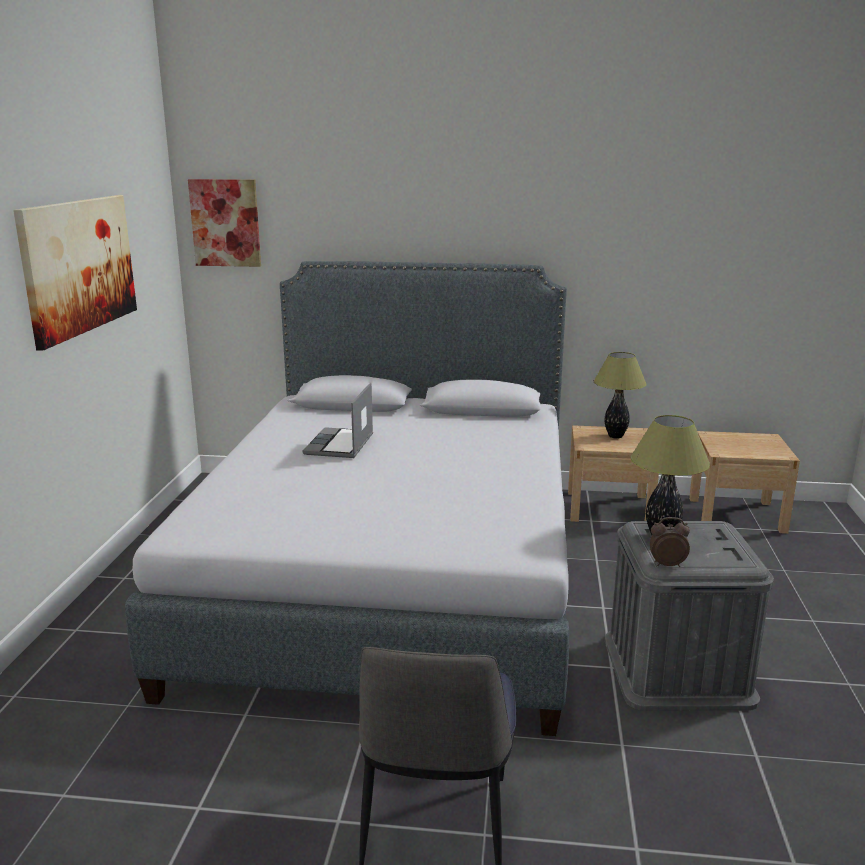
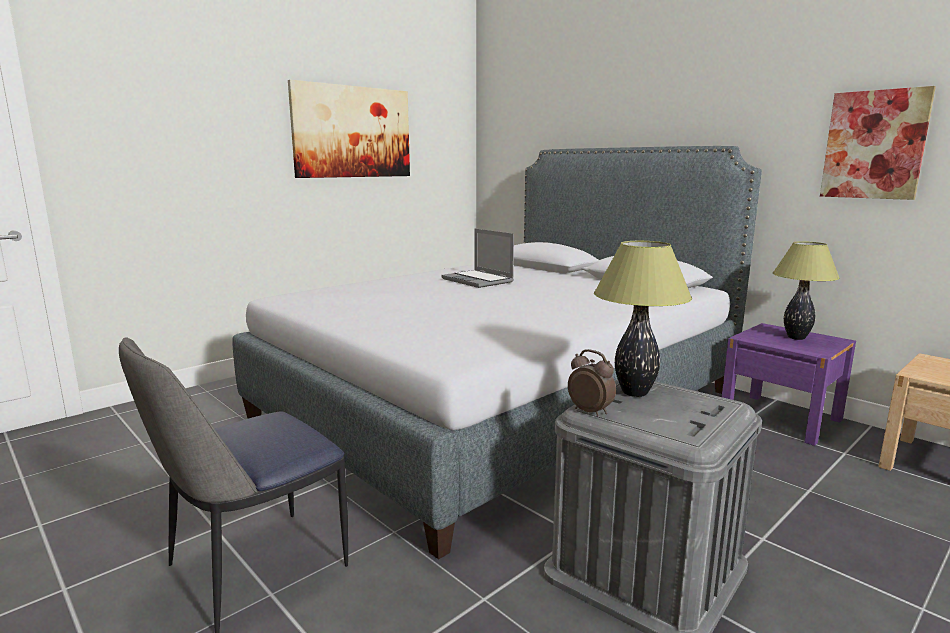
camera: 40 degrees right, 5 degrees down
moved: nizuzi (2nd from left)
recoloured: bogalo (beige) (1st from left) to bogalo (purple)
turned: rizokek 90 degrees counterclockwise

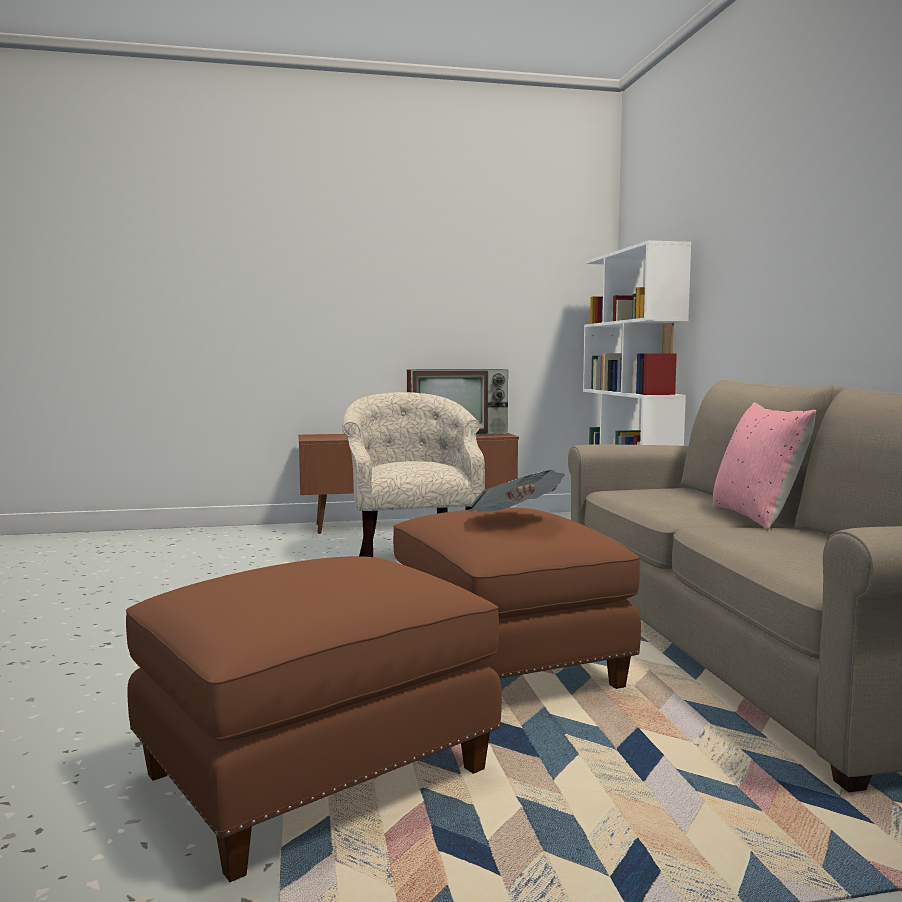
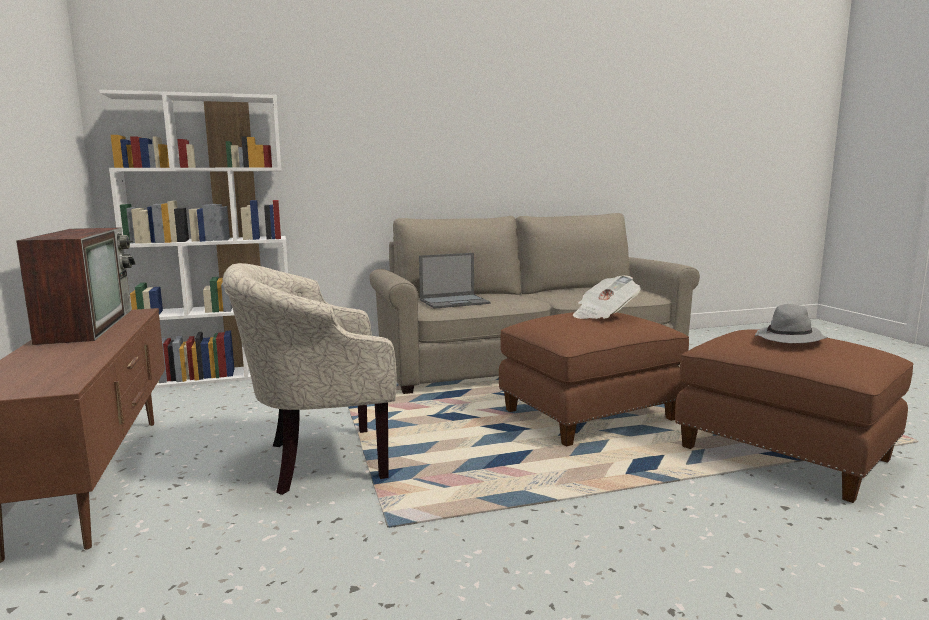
camera: 95 degrees left, 5 degrees up
removed: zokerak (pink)
added: rizokek; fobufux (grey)

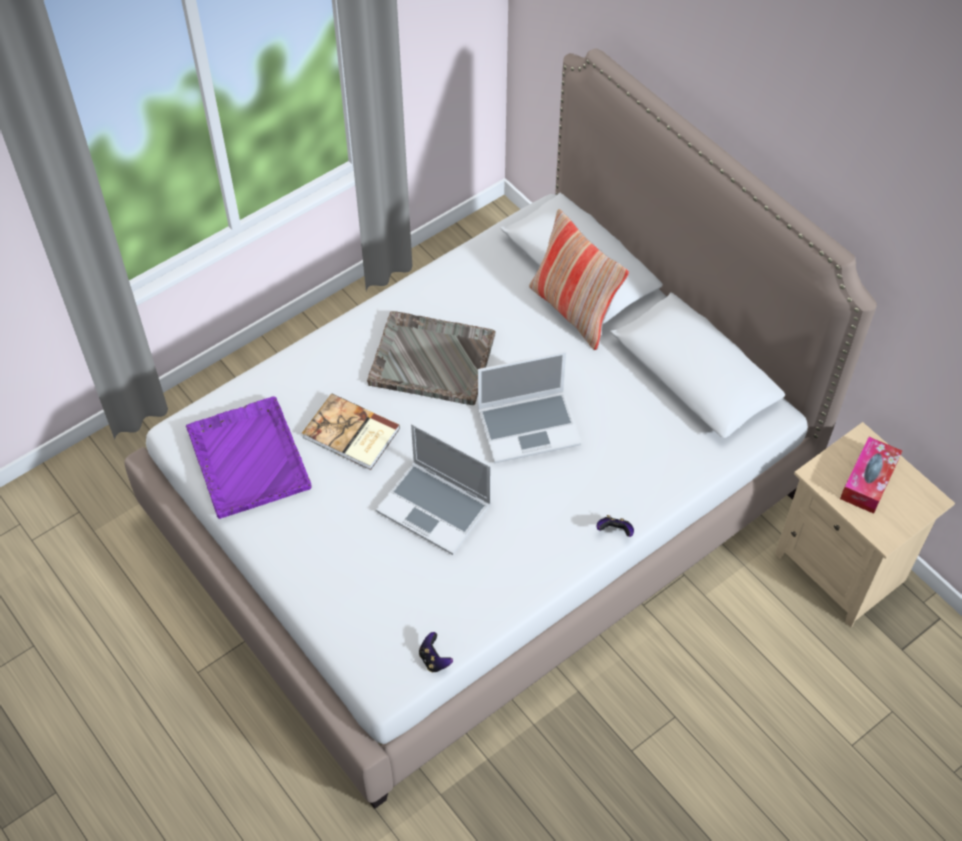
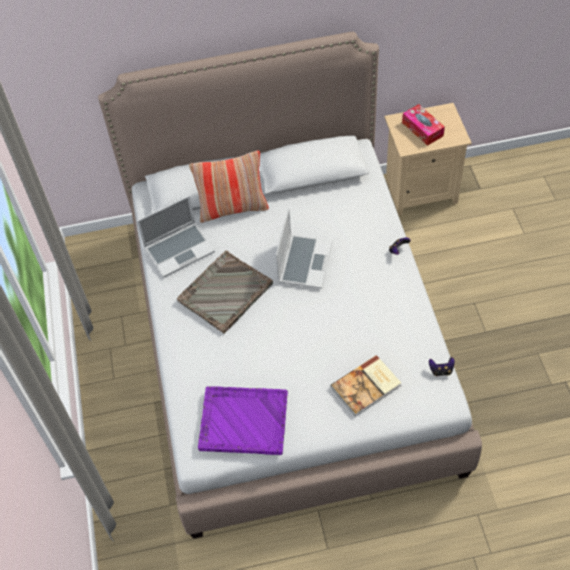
camera: 60 degrees left, 0 degrees up
moved: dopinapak; rizokek (1st from left)

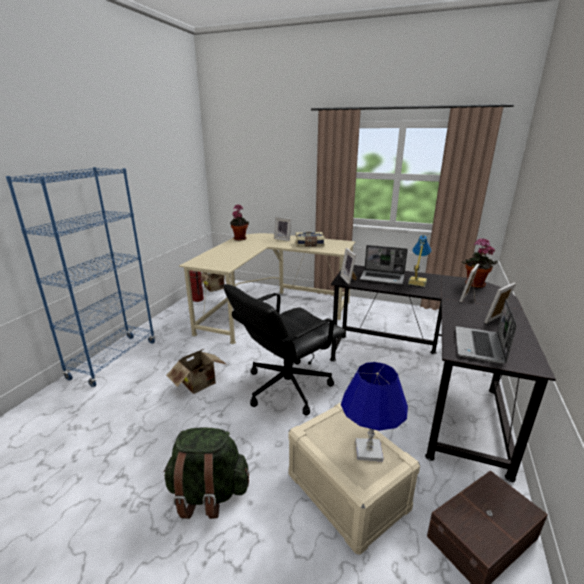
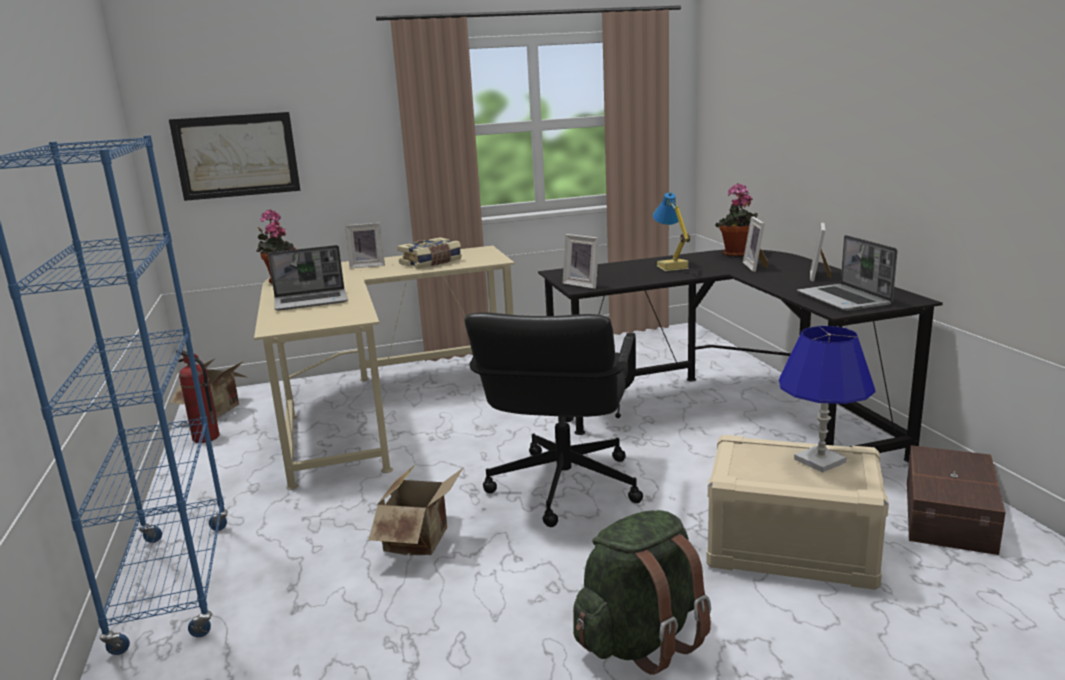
camera: 35 degrees left, 5 degrees down
added: nizuzi
moved: rizokek (1st from left)

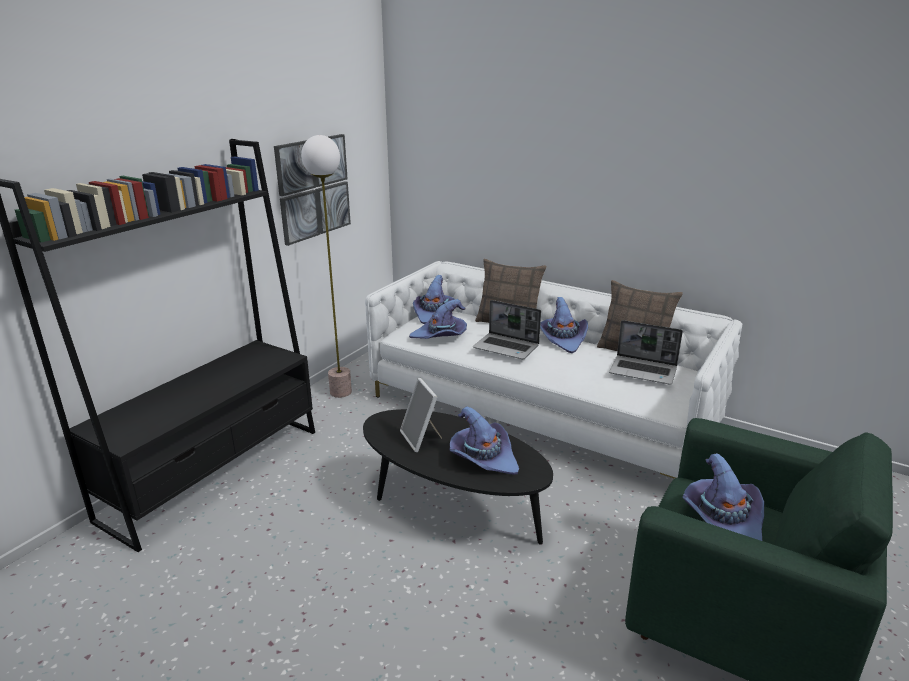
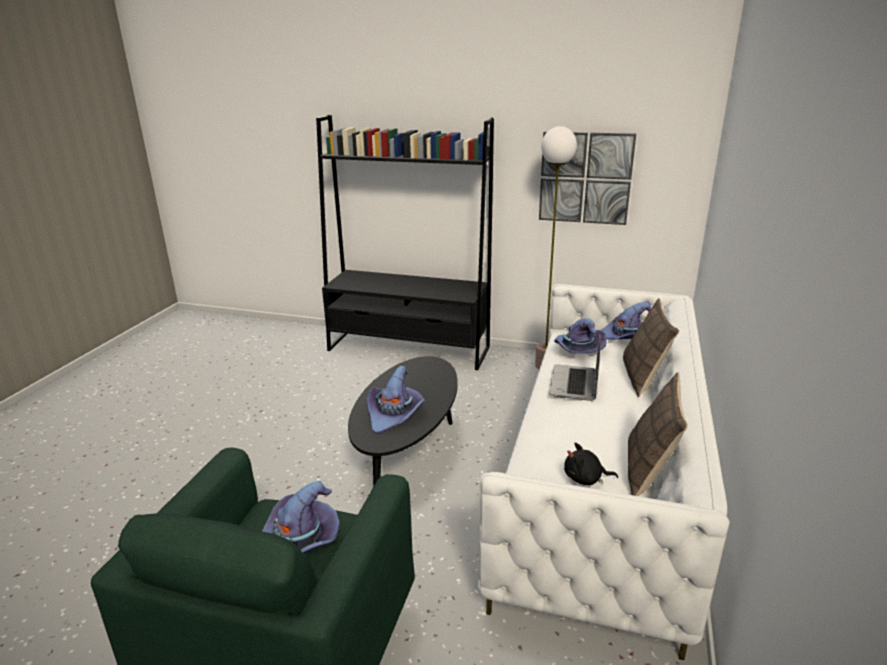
camera: 75 degrees right, 0 degrees up
removed: fobufux (purple) (4th from left); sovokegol
replaced: rizokek (2nd from left) to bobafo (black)

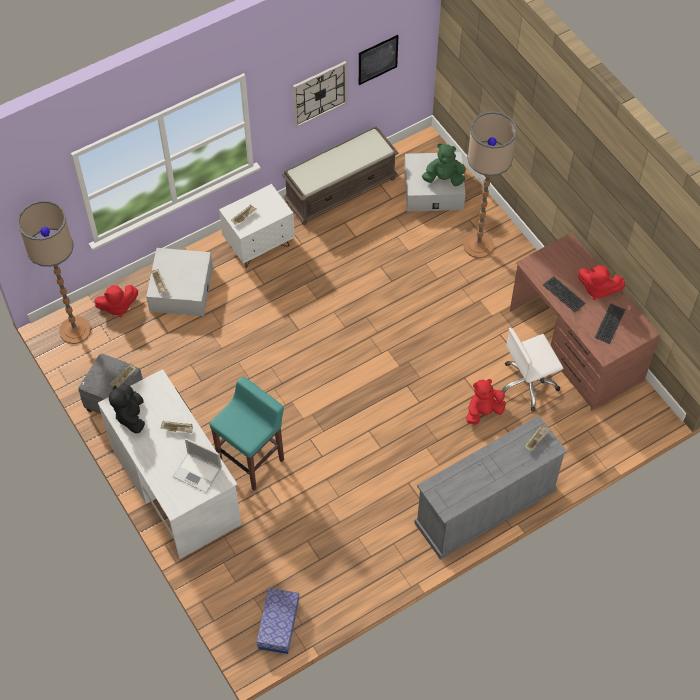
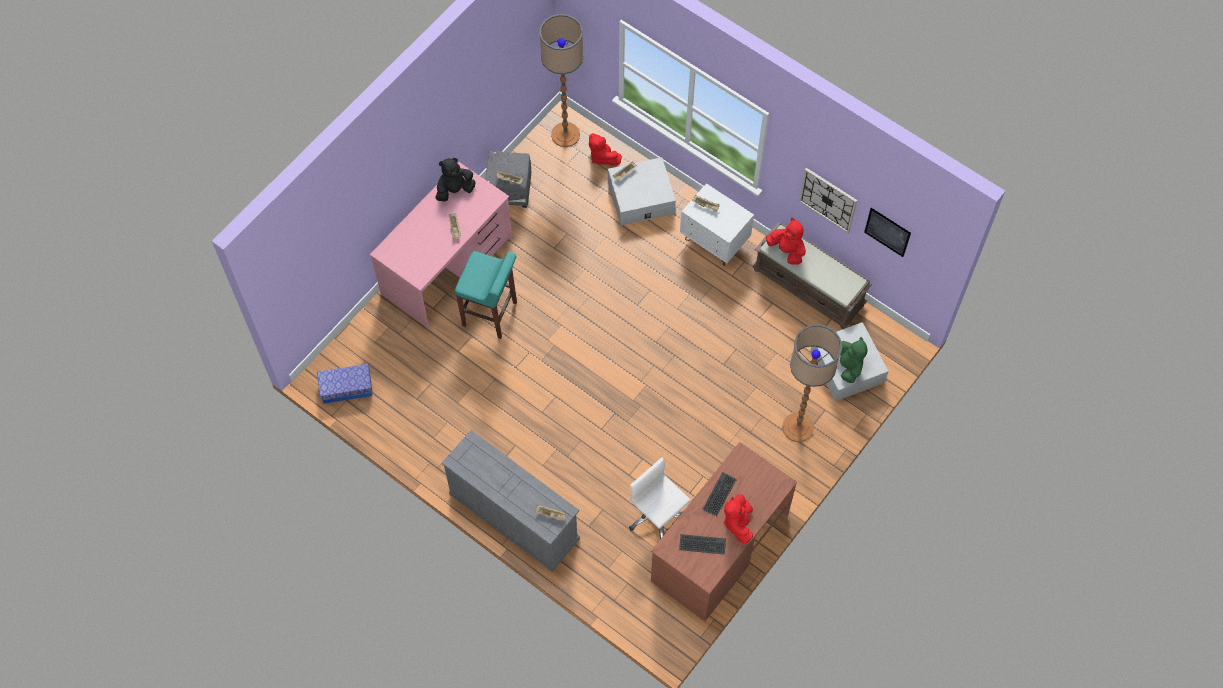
camera: 70 degrees right, 5 degrees up
removed: rizokek
moved: bobafo (red) (2nd from left in the first image) to bobafo (red) (3rd from left)
recoloured: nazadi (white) to nazadi (pink)

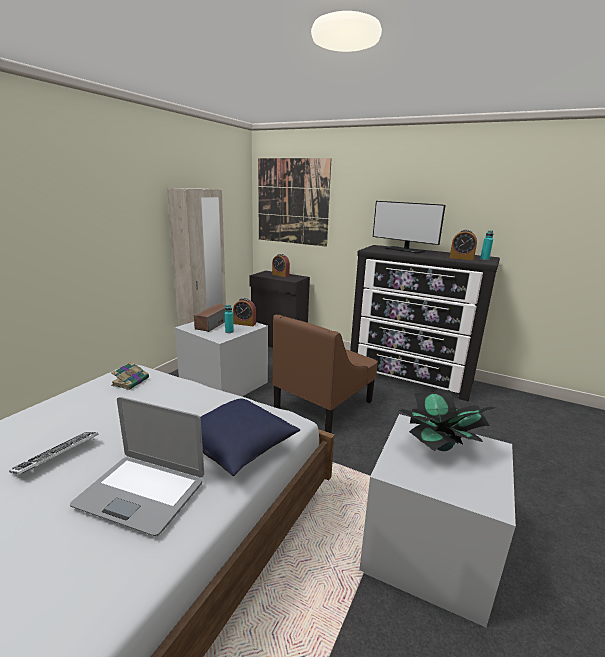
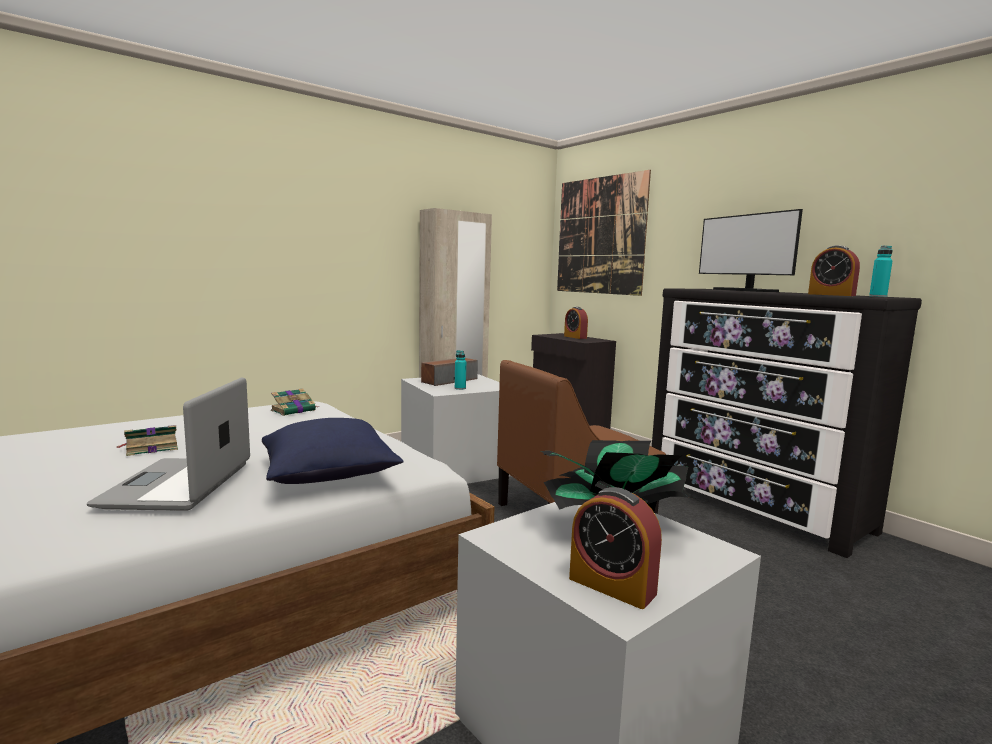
camera: 25 degrees right, 10 degrees down
moved: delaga (1st from left in the first image) to delaga (2nd from left)
replaced: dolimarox to dopinapak (1st from left)
turned: rizokek 45 degrees clockwise

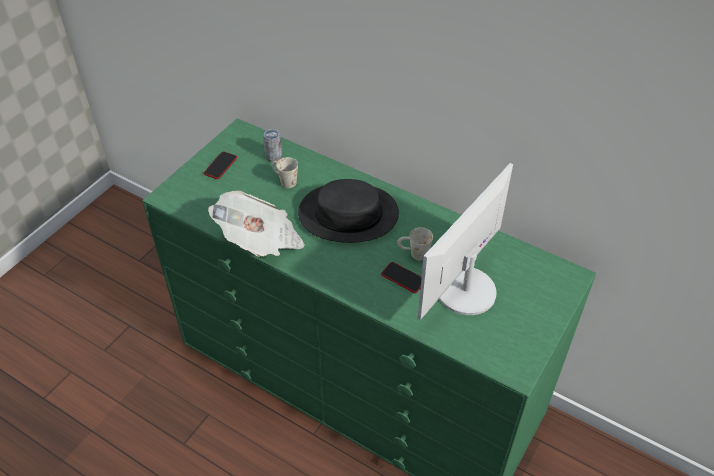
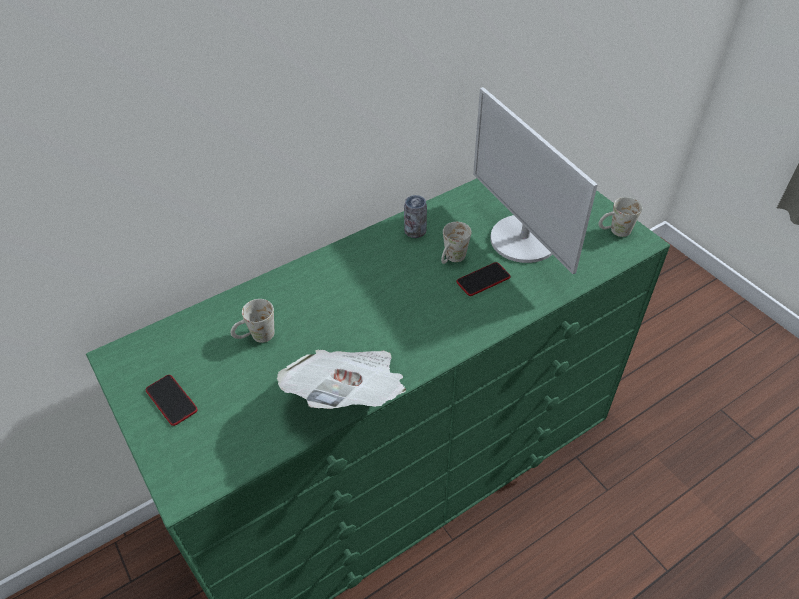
camera: 65 degrees left, 0 degrees up
removed: fobufux (black)
added: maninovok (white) (3rd from left)
moved: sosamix

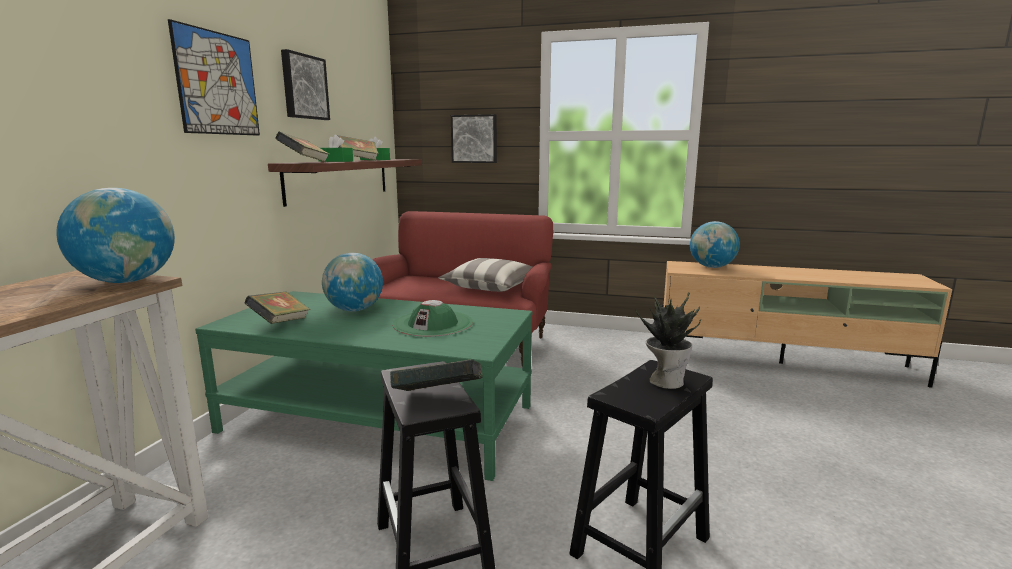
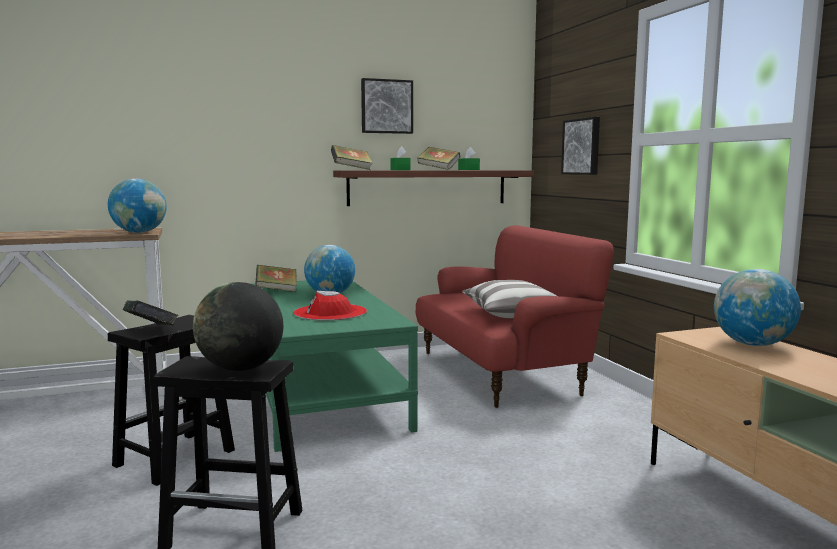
camera: 55 degrees right, 5 degrees down
removed: nizuzi (1st from left)
replaced: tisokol to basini (2nd from left)
recoloured: fobufux (green) to fobufux (red)

